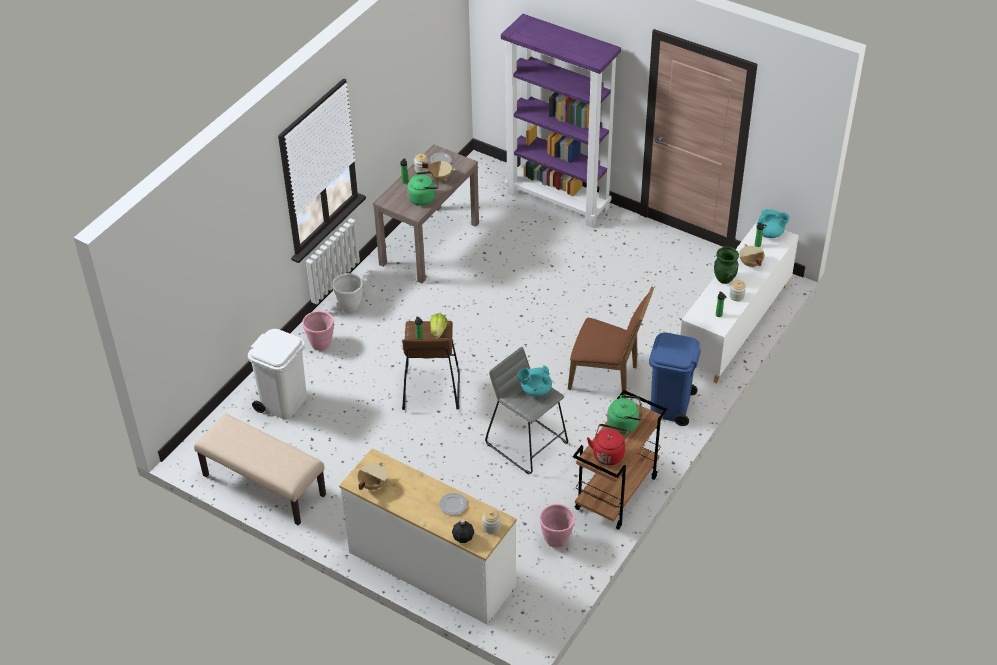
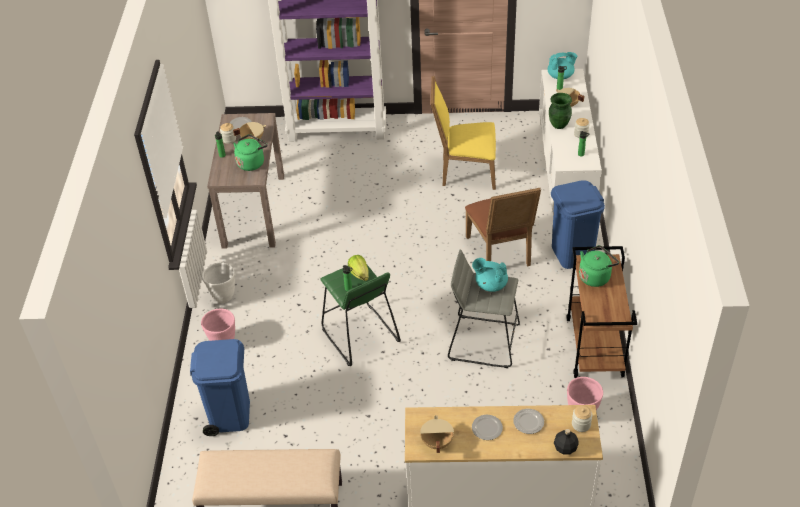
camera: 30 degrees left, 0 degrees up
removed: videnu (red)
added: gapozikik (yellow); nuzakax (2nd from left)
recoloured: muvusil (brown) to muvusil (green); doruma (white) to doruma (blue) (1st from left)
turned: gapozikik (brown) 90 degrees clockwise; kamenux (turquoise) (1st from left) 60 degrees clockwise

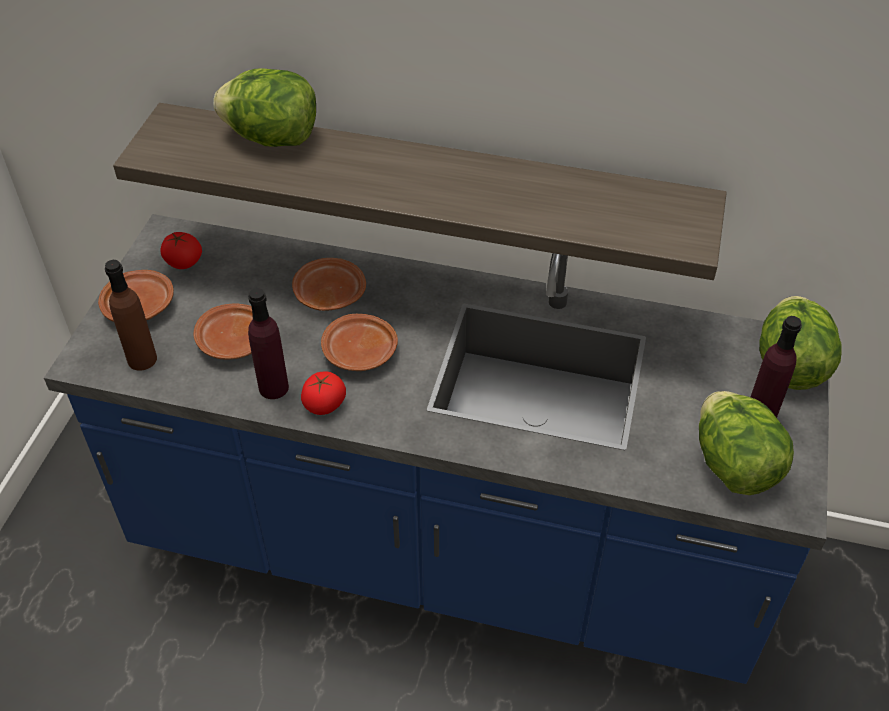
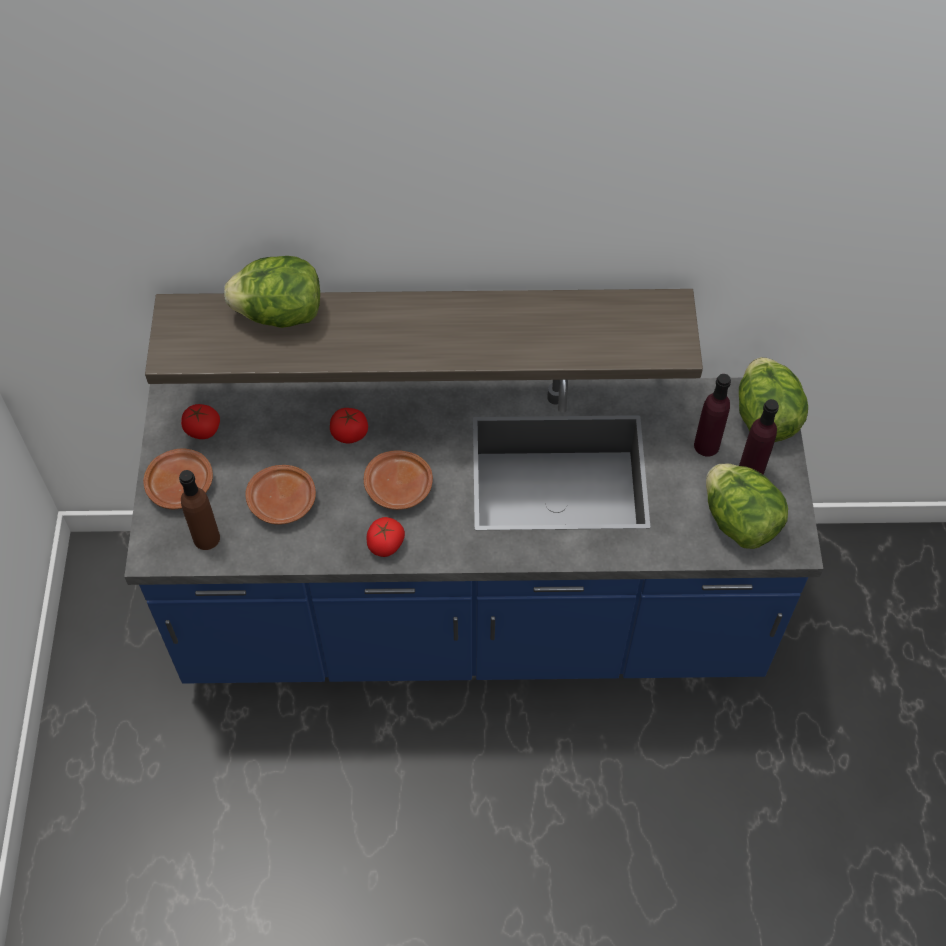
camera: 15 degrees left, 10 degrees up
moved: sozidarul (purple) (1st from left)
replaced: nuzakax (brown) (3rd from left) to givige (2nd from left)

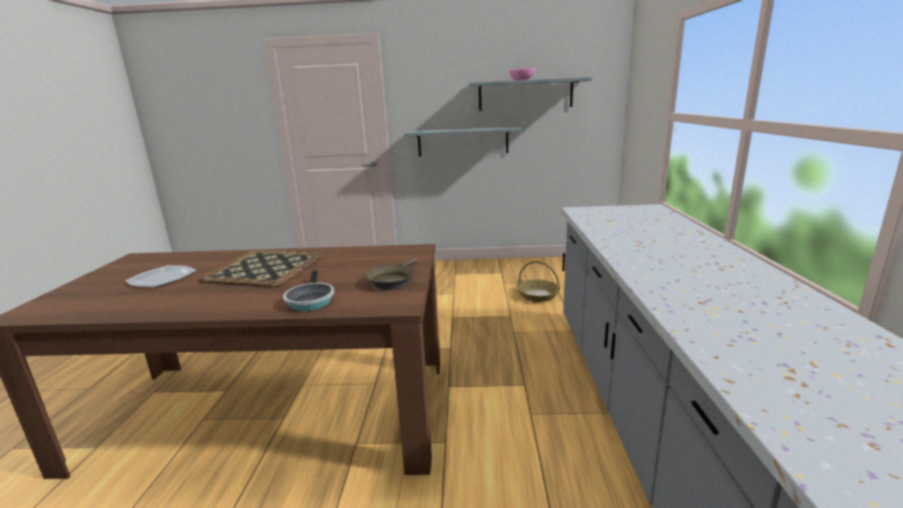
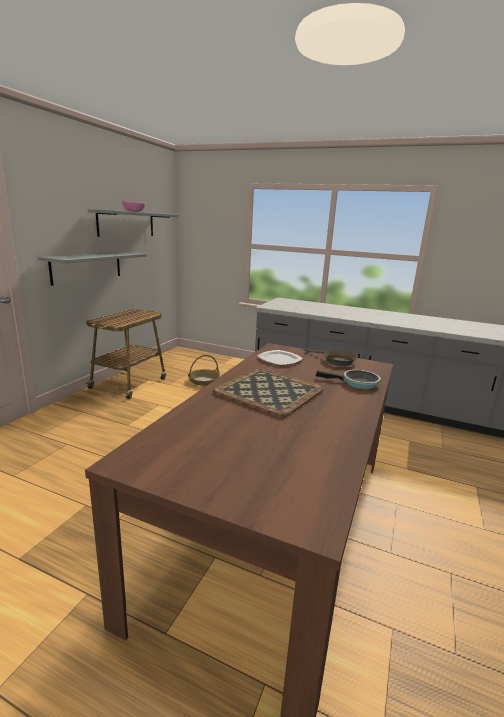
camera: 70 degrees left, 0 degrees up
added: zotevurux
moved: nuzakax

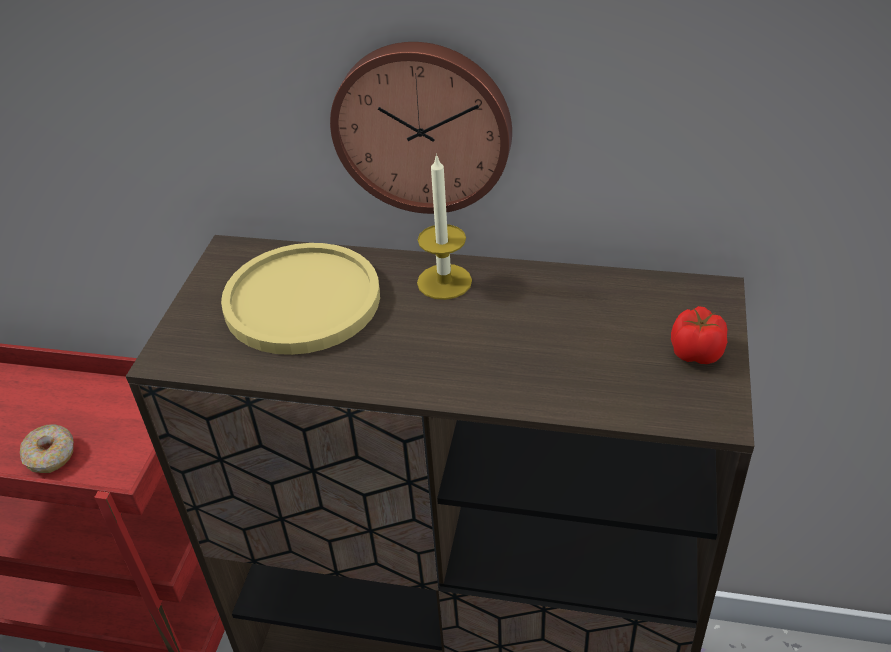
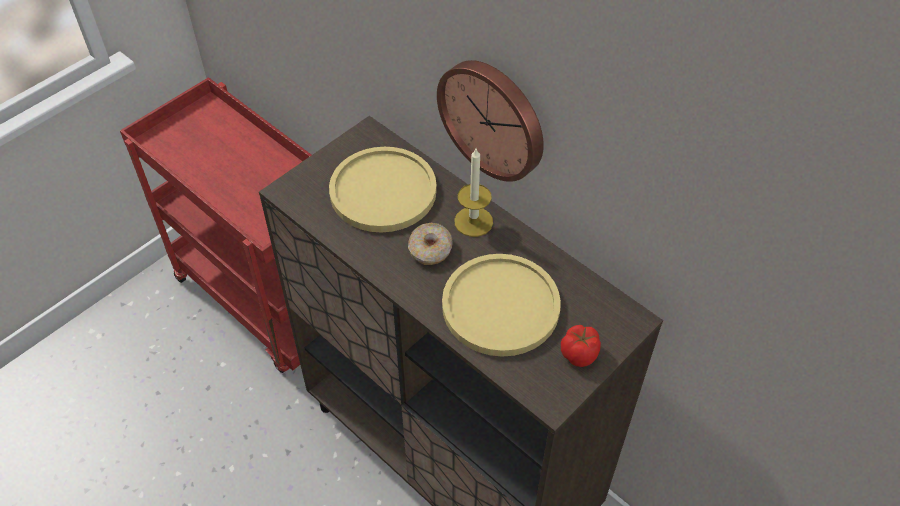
camera: 30 degrees right, 10 degrees up
added: nuzakax (yellow) (2nd from left)
moved: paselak

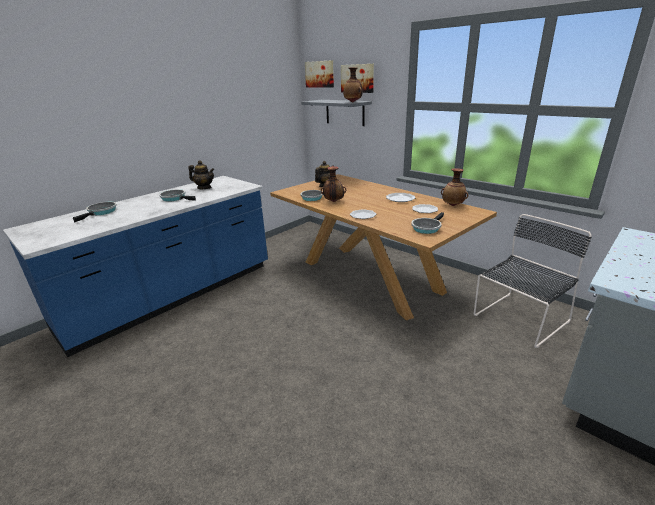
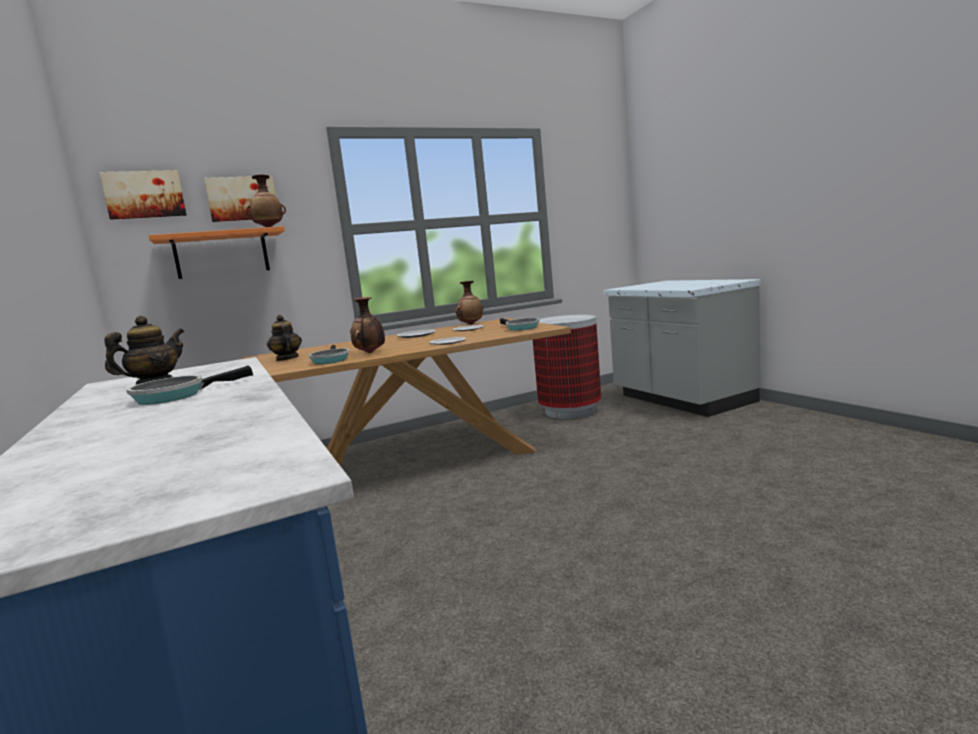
camera: 70 degrees left, 15 degrees down
removed: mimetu (1st from left)
replaced: gapozikik (black) to doruma
recoloured: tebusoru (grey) to tebusoru (orange)

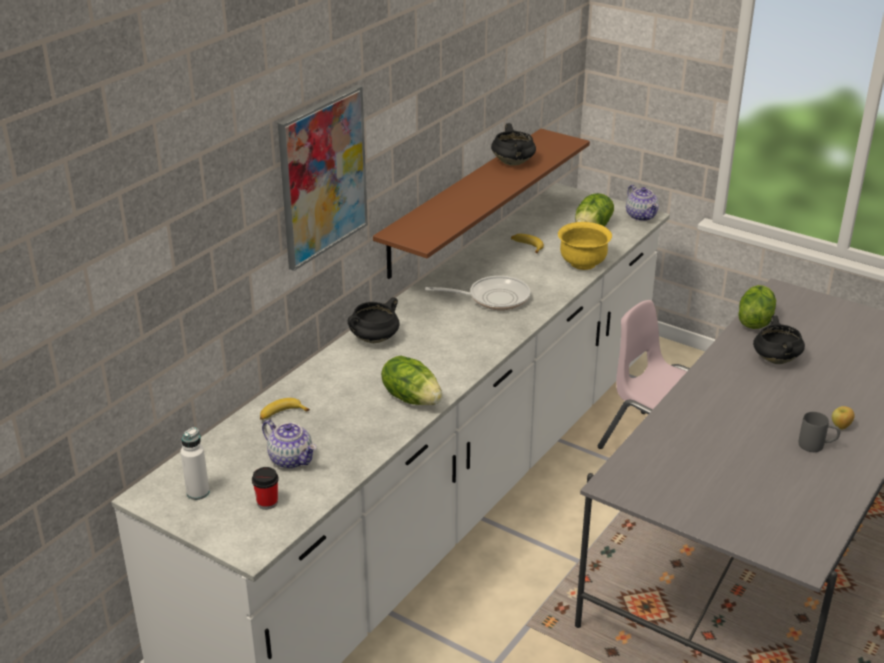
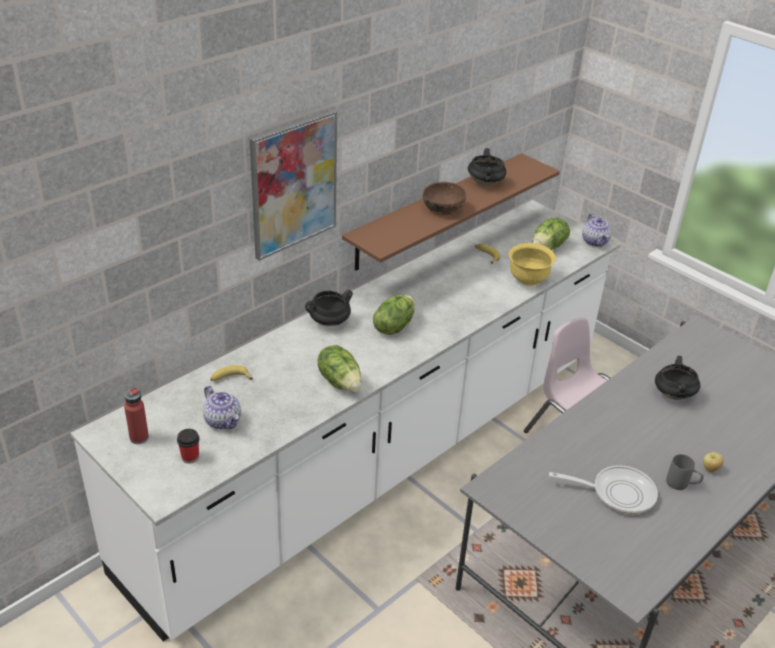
camera: 10 degrees right, 5 degrees up
added: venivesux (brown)
moved: mimetu; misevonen (3rd from left in the first image) to misevonen (2nd from left)
recoloured: sozidarul (white) to sozidarul (red)

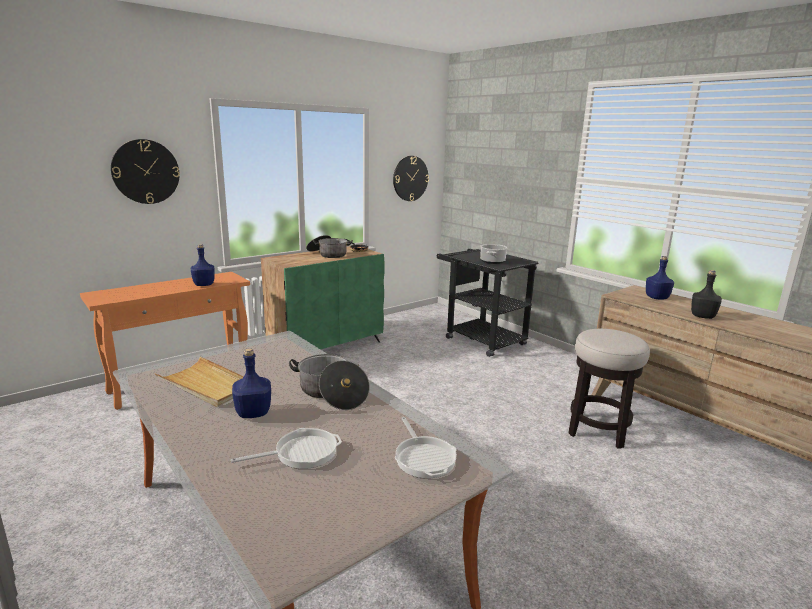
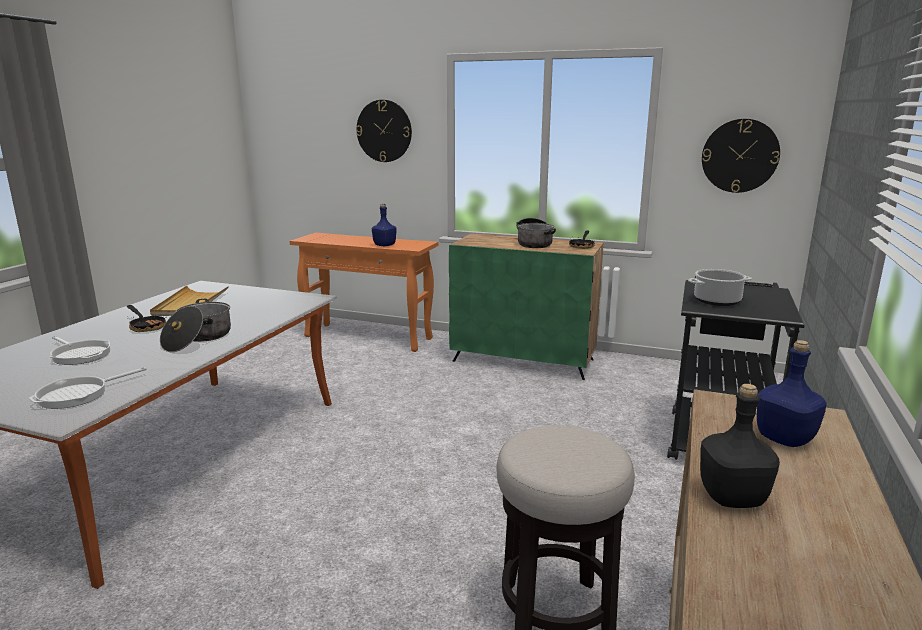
camera: 60 degrees right, 0 degrees up
replaced: sozidarul (blue) (2nd from left) to mimetu (3rd from left)

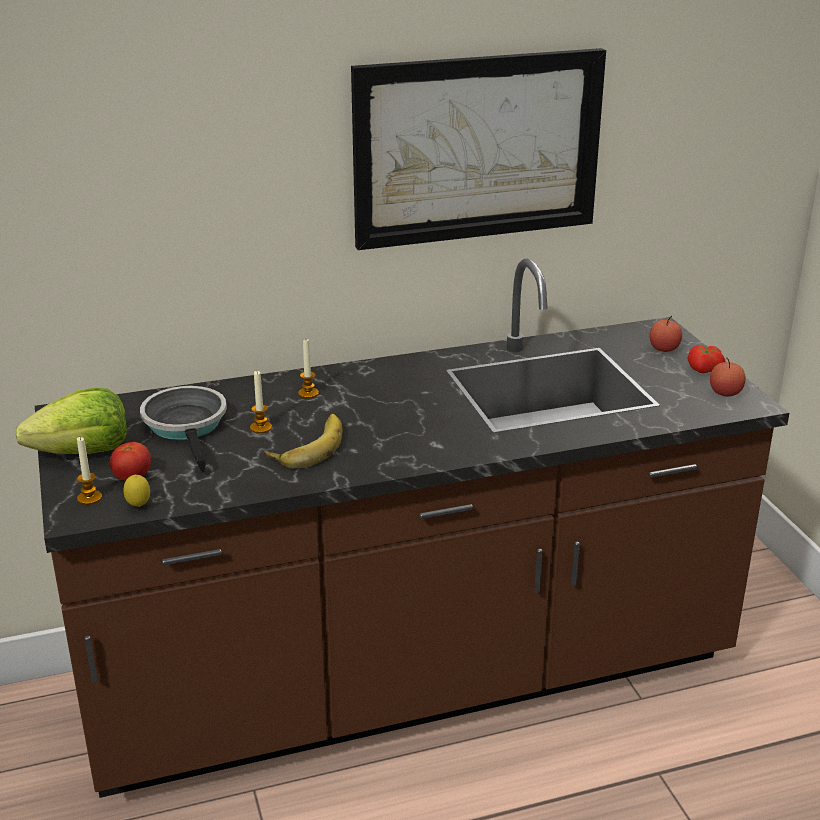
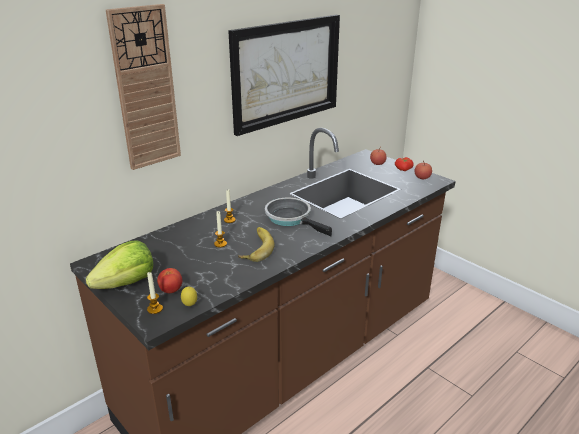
camera: 25 degrees left, 0 degrees up
added: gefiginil
moved: mimetu

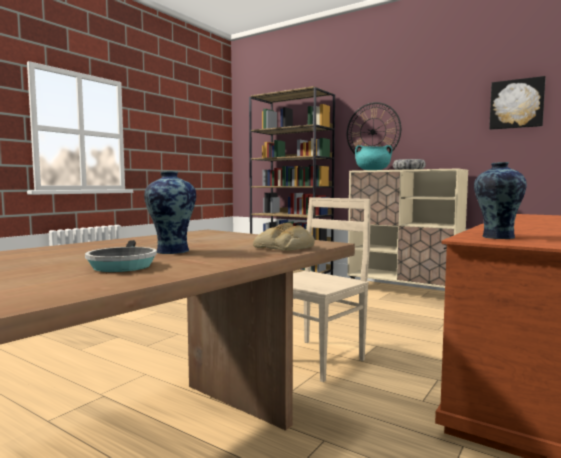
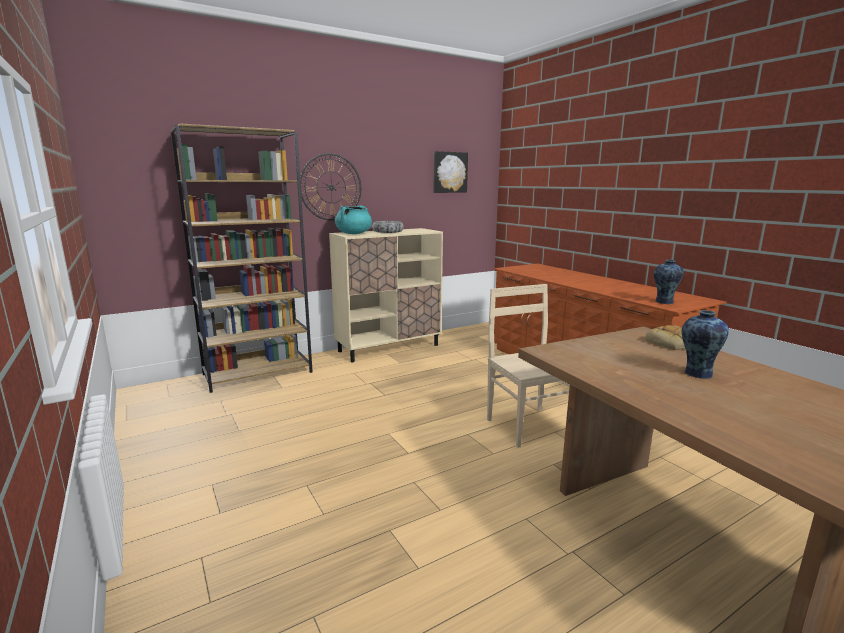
camera: 65 degrees left, 10 degrees up
removed: mimetu

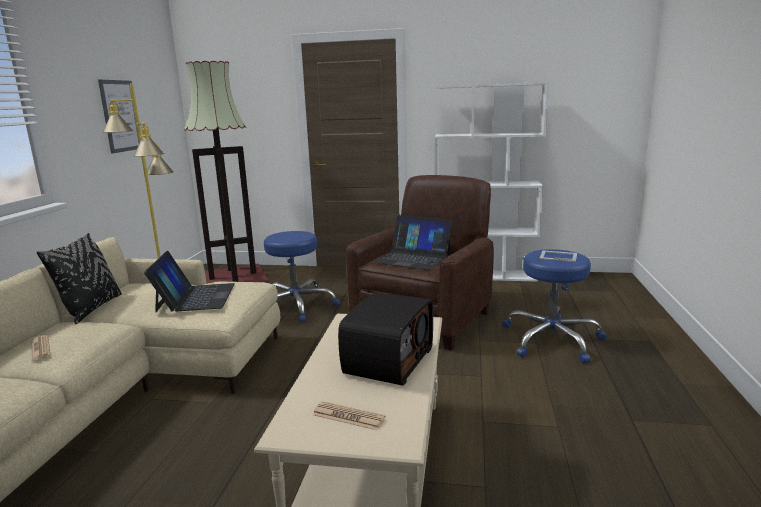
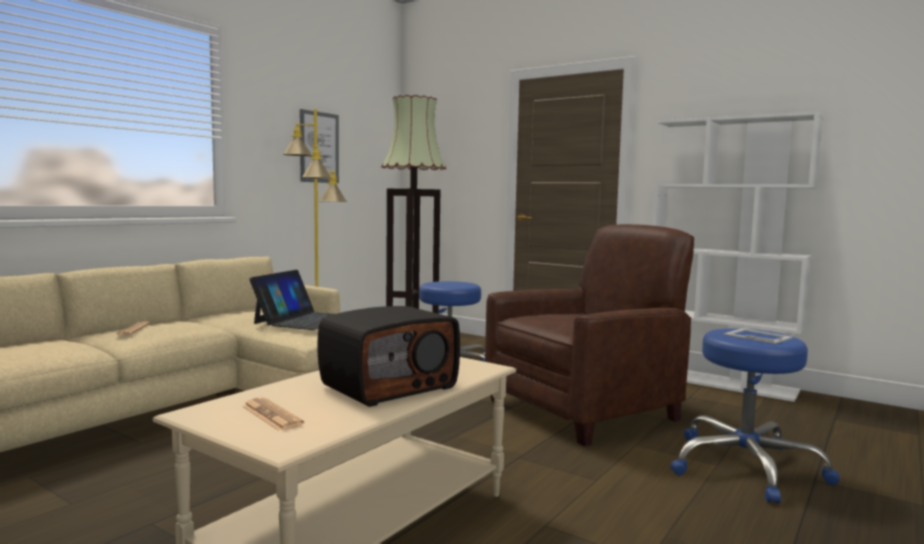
camera: 25 degrees right, 10 degrees down
removed: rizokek (2nd from left); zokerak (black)

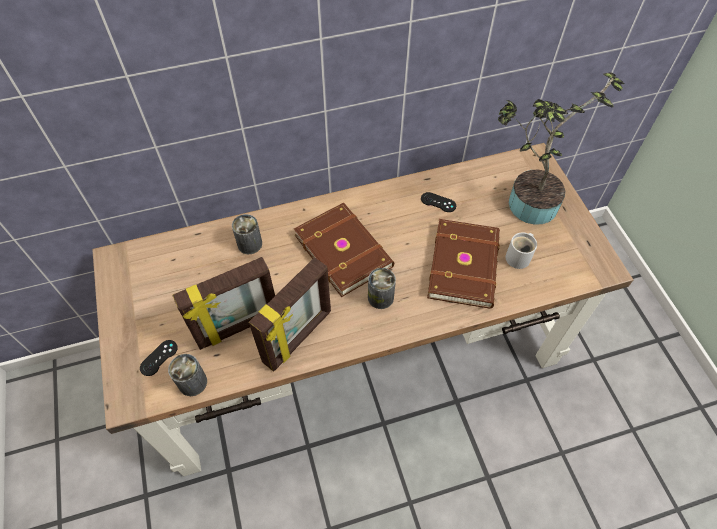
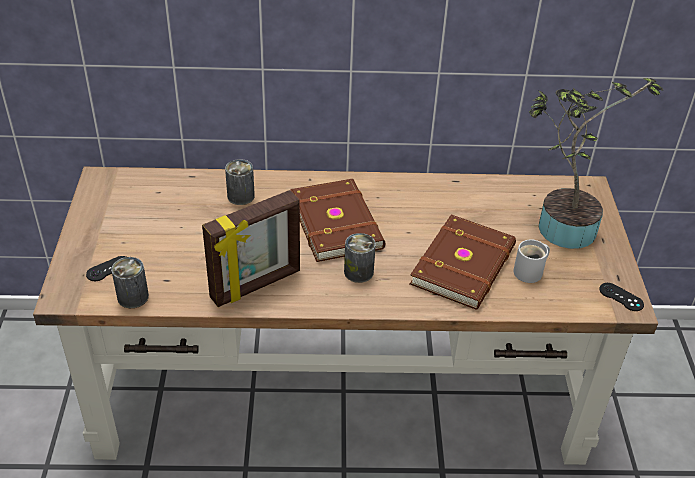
camera: 15 degrees right, 15 degrees down
removed: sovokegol (1st from left)
moved: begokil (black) (2nd from left)

